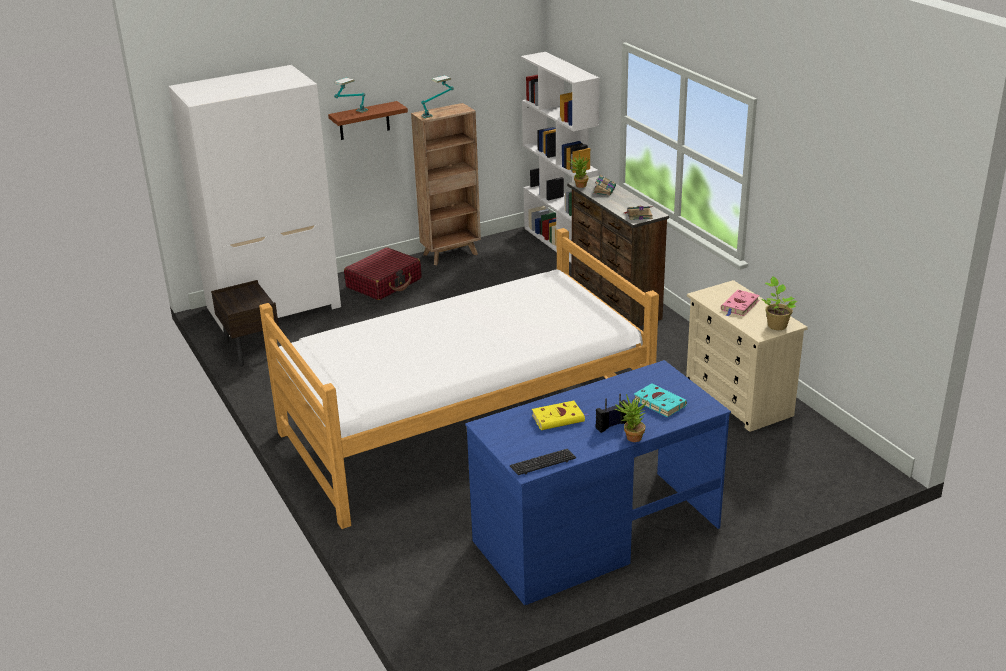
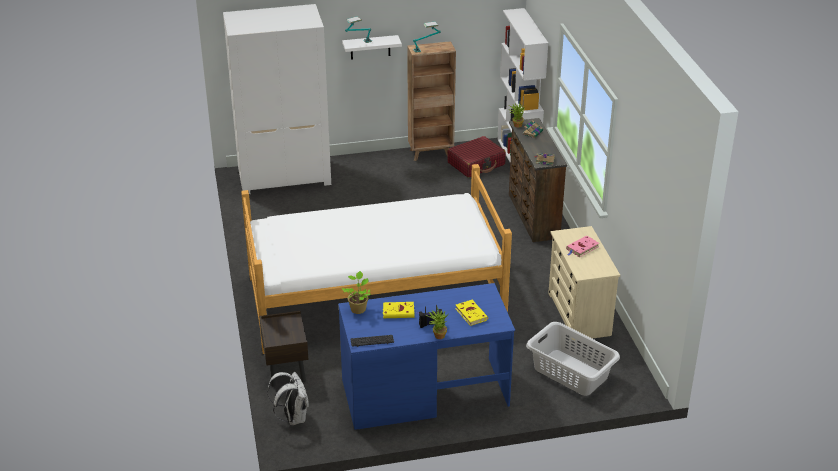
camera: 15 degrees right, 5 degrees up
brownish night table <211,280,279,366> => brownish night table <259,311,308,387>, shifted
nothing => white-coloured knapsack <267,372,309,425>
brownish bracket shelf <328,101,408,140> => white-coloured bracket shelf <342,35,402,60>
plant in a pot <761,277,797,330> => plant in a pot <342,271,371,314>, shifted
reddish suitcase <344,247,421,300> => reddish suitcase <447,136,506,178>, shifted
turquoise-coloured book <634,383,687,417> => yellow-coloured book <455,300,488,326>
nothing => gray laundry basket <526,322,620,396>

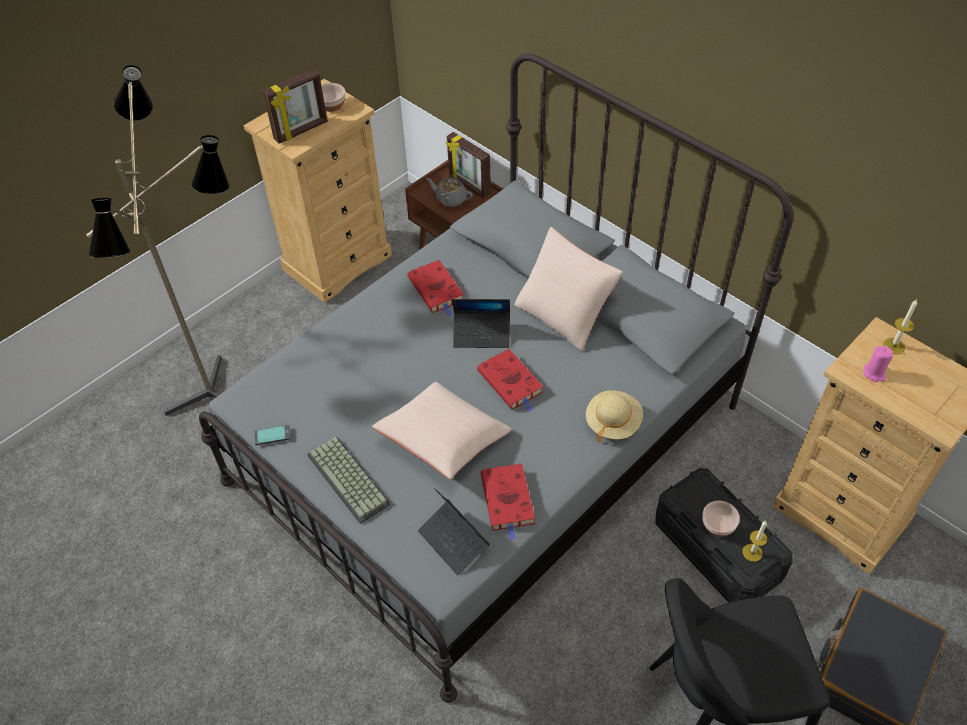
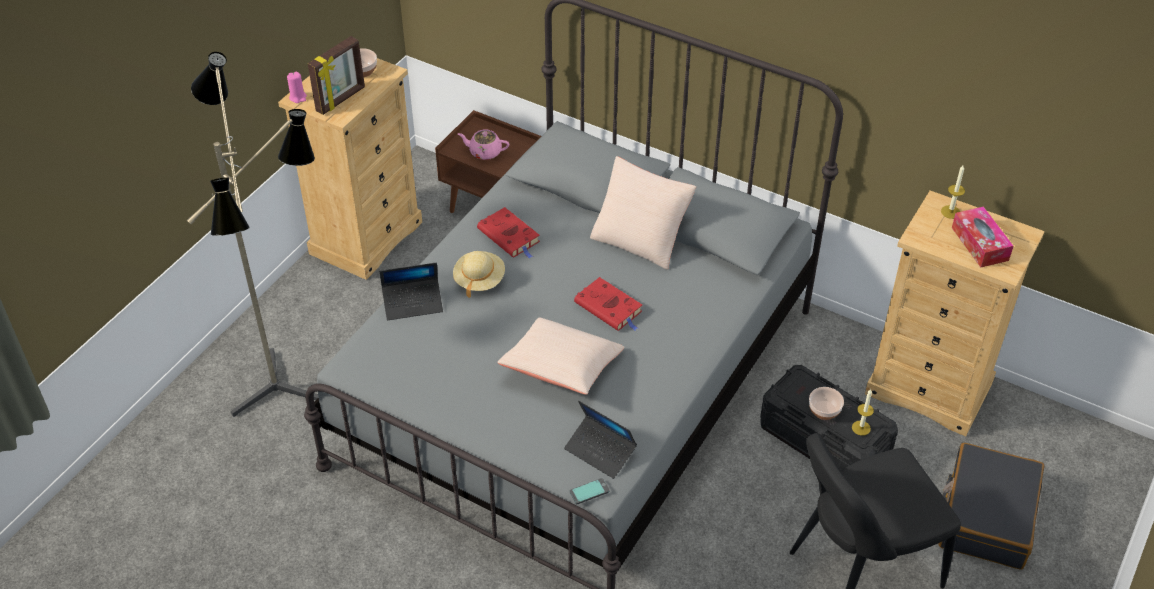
camera: 15 degrees left, 5 degrees down
pink wax candle <864,346,893,382> => pink wax candle <287,72,307,103>, shifted
notebook computer <452,299,510,348> => notebook computer <380,263,443,320>, shifted
beige clothing hat <586,390,643,443> => beige clothing hat <453,251,505,298>, shifted
gray tea pot <426,177,473,207> => pink tea pot <458,130,509,160>
handset <254,425,291,445> => handset <570,478,610,504>, shifted
nothing => tissue holder <952,206,1013,267>
PC keyboard <307,437,390,524> => nothing
picture frame <446,132,491,199> => nothing
reddish book <481,463,535,541> => nothing

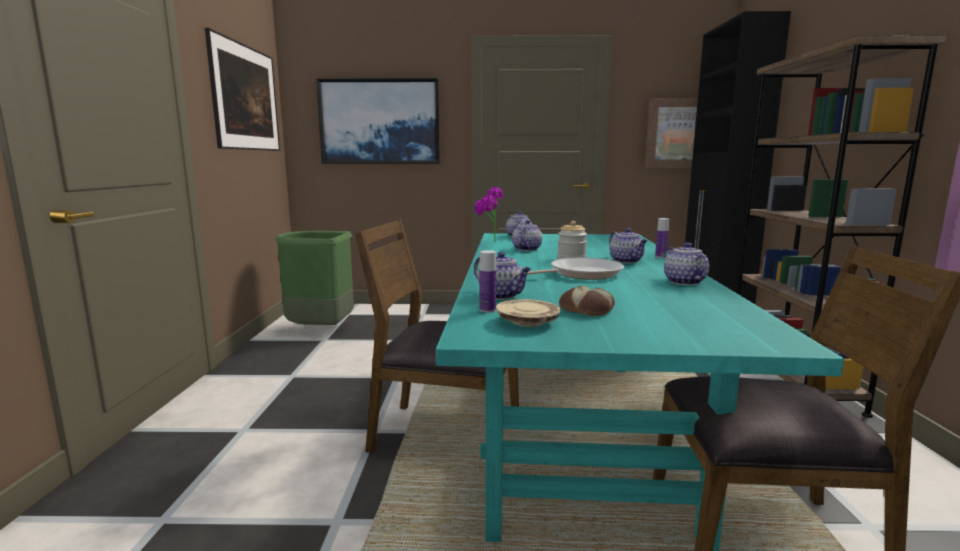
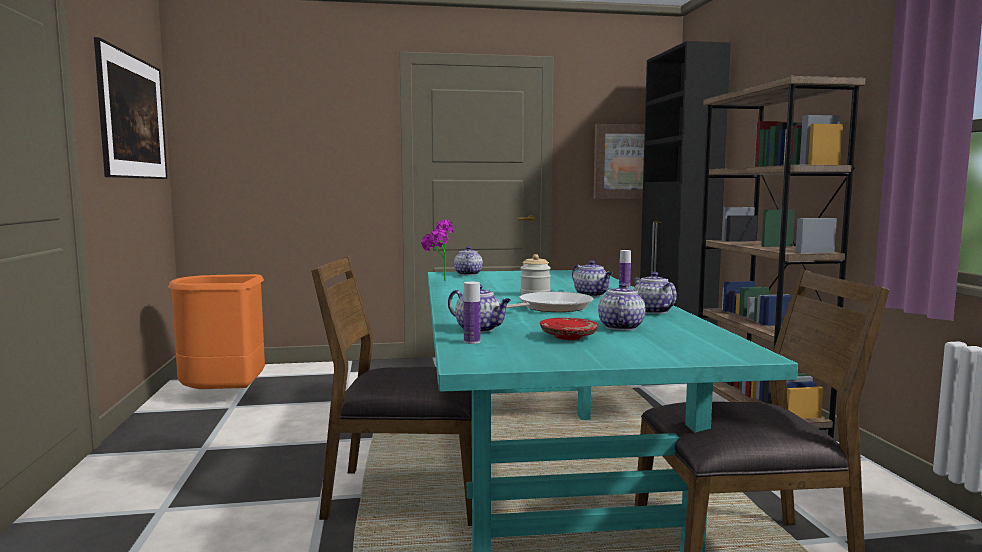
camera: 10 degrees left, 5 degrees down
greenish waste bin <275,231,354,325> => orange-coloured waste bin <168,274,265,389>
bread <559,286,615,316> => reddish dinner plate <540,318,598,340>
tea pot <512,220,542,251> => tea pot <598,283,645,330>, shifted
picture <316,78,440,164> => nothing
beige dinner plate <496,299,561,327> => nothing

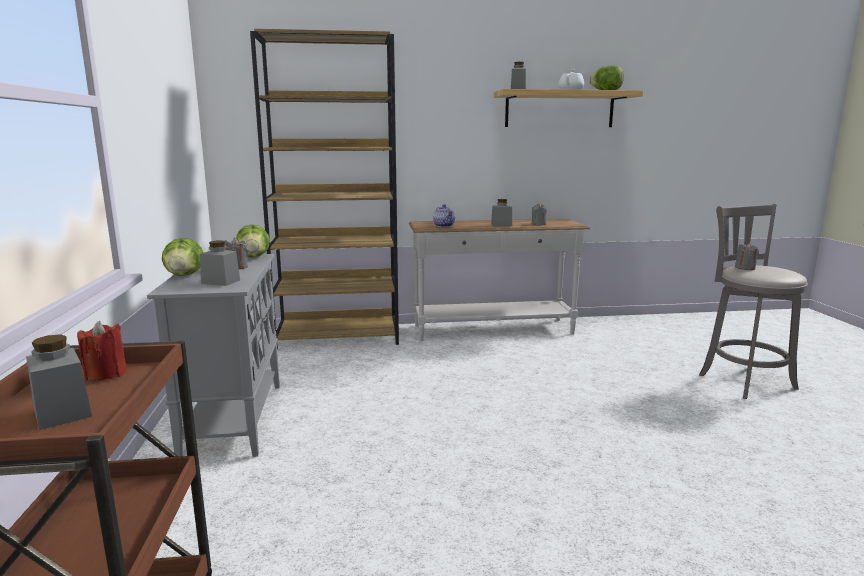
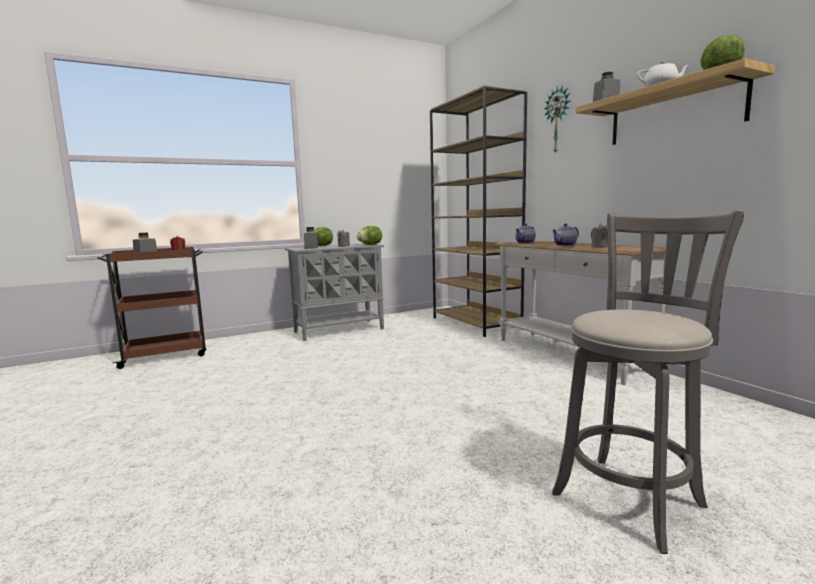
camera: 70 degrees right, 5 degrees down
nothing => clock on the wall <544,85,571,154>
gray jar <491,199,512,227> => tea pot <552,224,579,246>
gray wax candle <735,242,759,270> => nothing

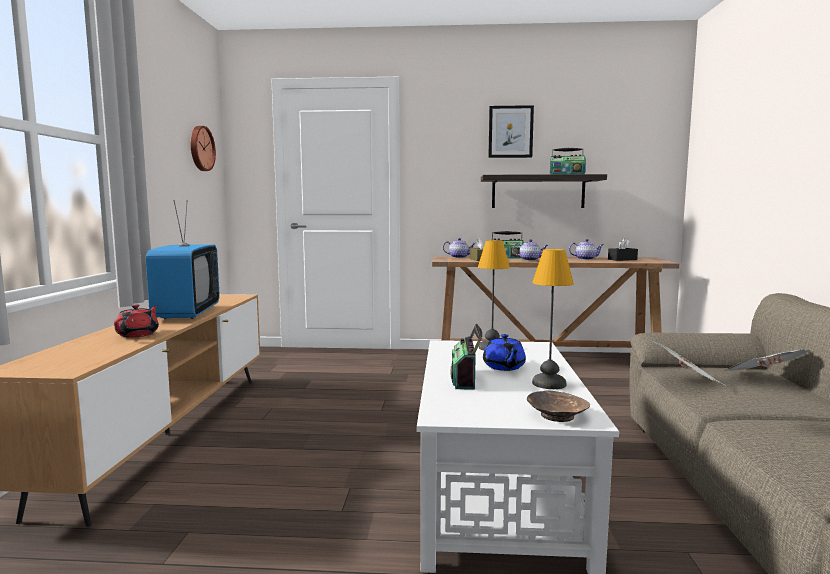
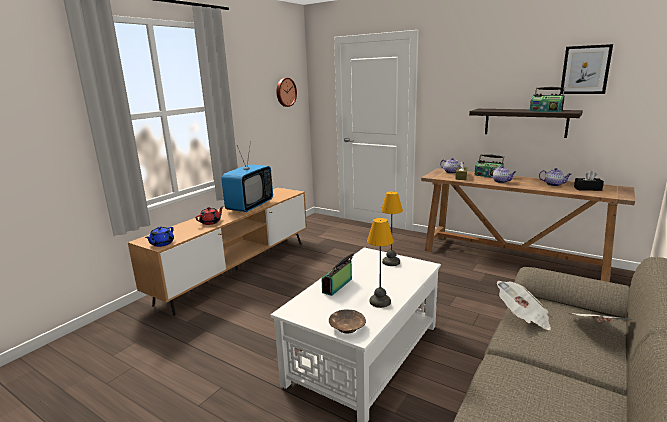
camera: 30 degrees right, 10 degrees up
blue-coloured tea pot <483,334,526,371> => blue-coloured tea pot <145,226,174,247>, shifted
picture <488,105,534,158> => picture <560,44,613,94>, shifted

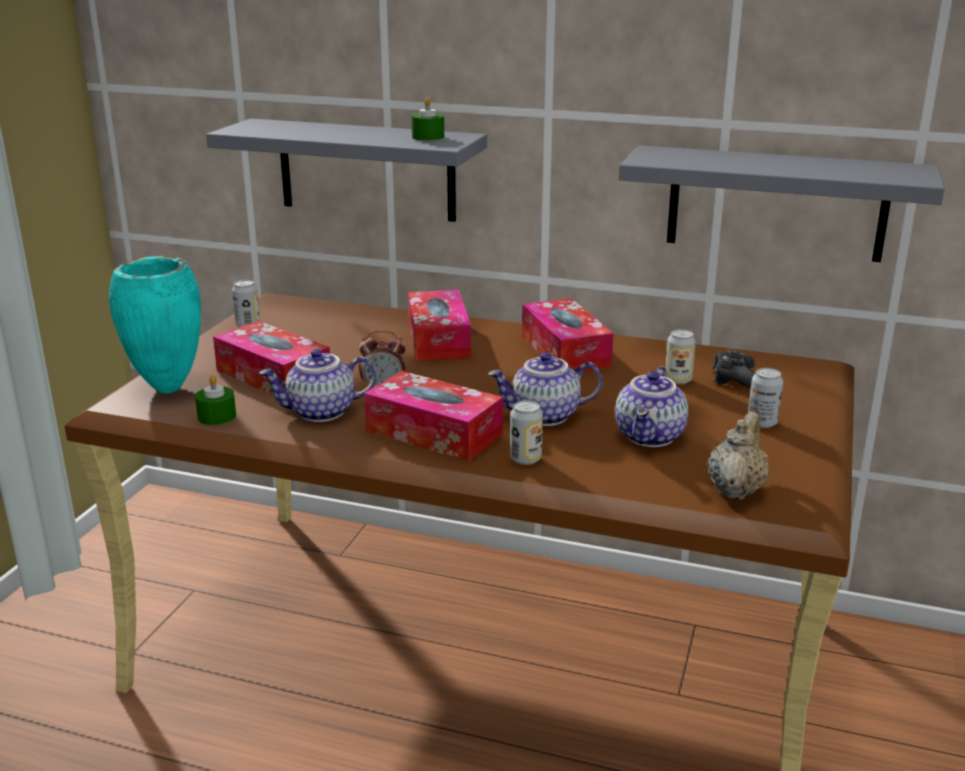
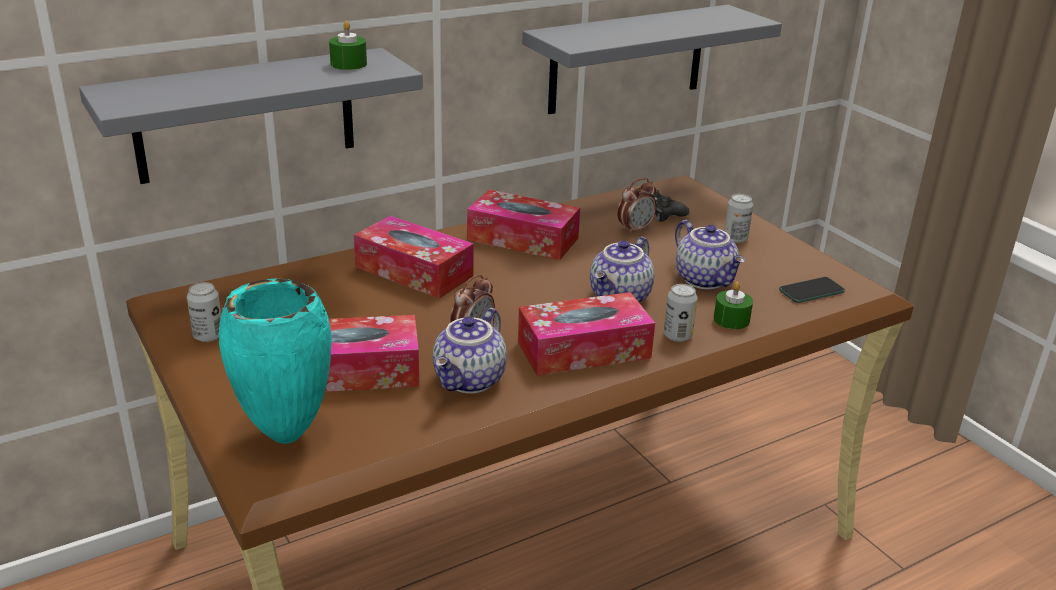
camera: 50 degrees left, 5 degrees up
can <665,329,696,385> => alarm clock <617,178,656,235>
greenish wax candle <195,375,236,425> => greenish wax candle <714,282,753,329>, shifted
beige tea pot <707,411,769,500> => handset <779,277,845,303>

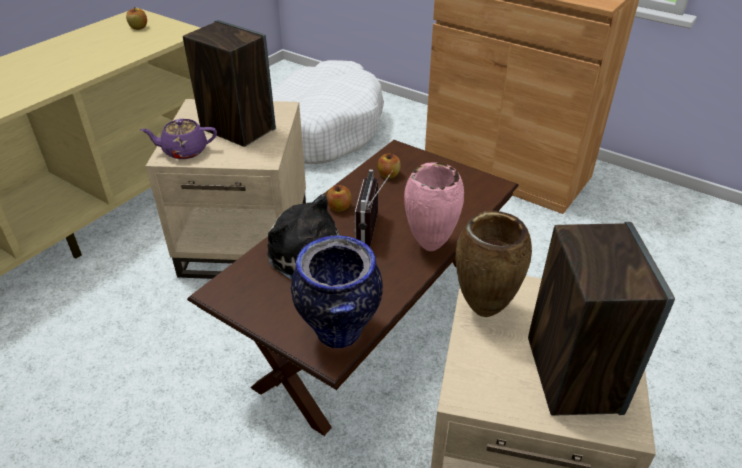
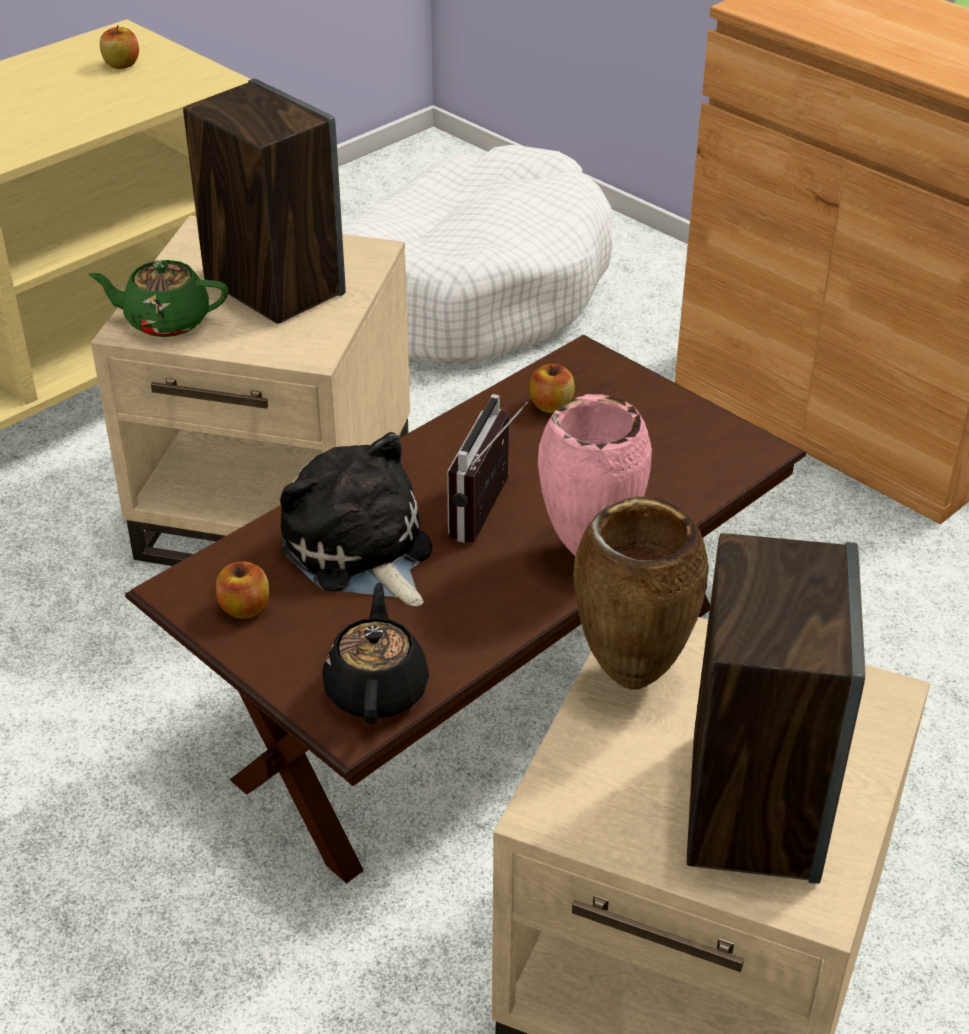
camera: 10 degrees right, 0 degrees up
purple-coloured tea pot <140,119,217,159> => greenish tea pot <88,260,228,337>
apple fruit <327,185,351,211> => apple fruit <216,562,269,618>, shifted
flower vase <291,235,383,348> => black-coloured tea pot <322,582,429,724>

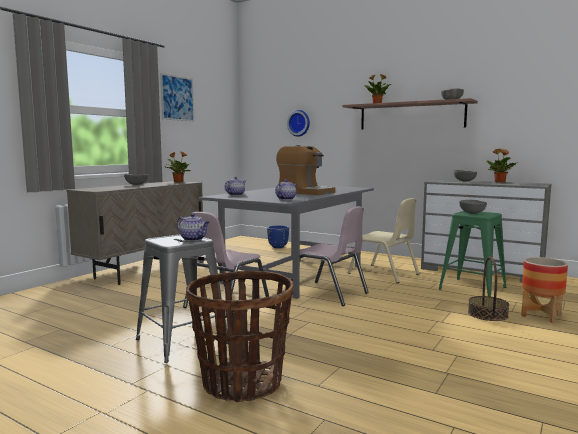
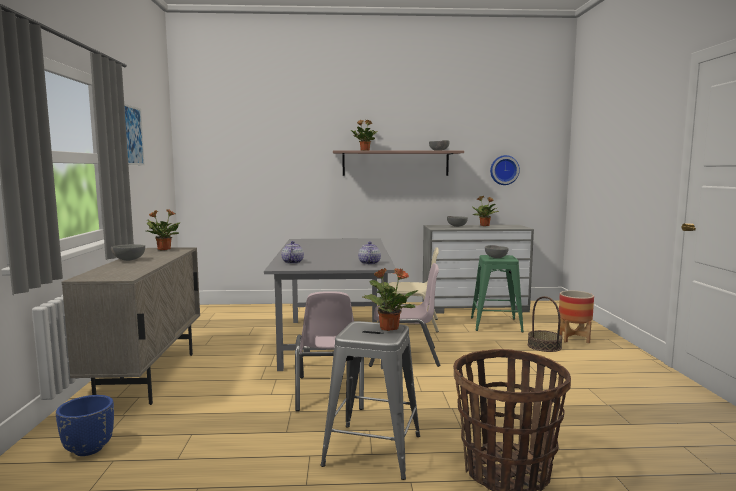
camera: 35 degrees left, 0 degrees up
blue-coloured flower pot <267,226,289,248> => blue-coloured flower pot <56,395,114,456>, shifted
tea pot <177,213,209,241> => plant in a pot <363,267,418,331>
clock on the wall <287,110,310,137> => clock on the wall <490,155,520,185>, shifted
coffee machine <276,145,335,195> => nothing

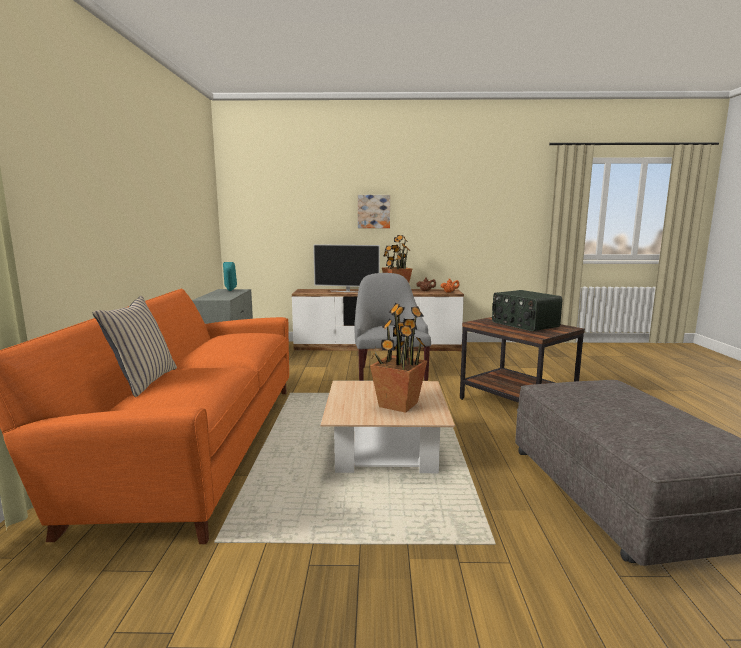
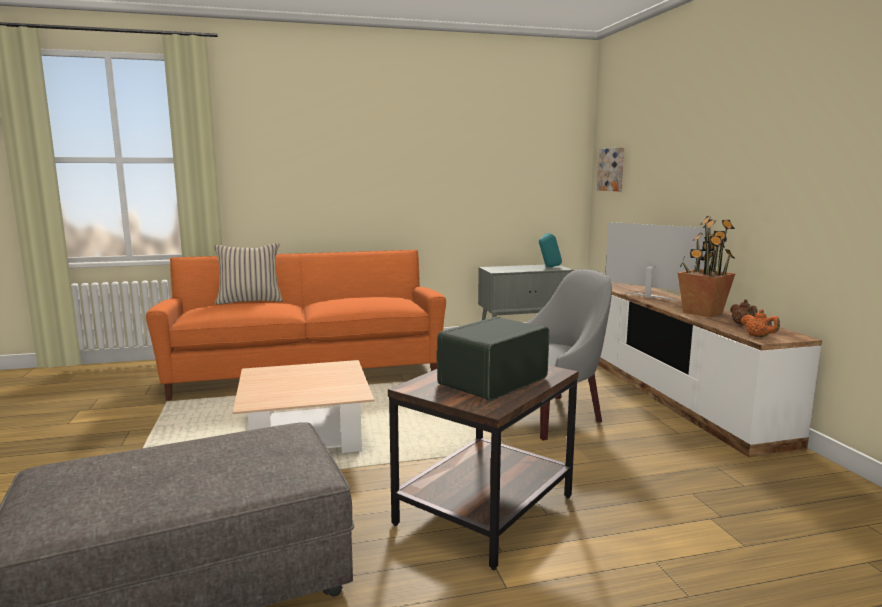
camera: 75 degrees right, 0 degrees up
picture <358,195,390,228> => picture <597,147,624,191>, shifted
TV set <313,244,380,292> => TV set <605,222,709,300>, 135 degrees clockwise
plant in a pot <370,303,427,413> => nothing

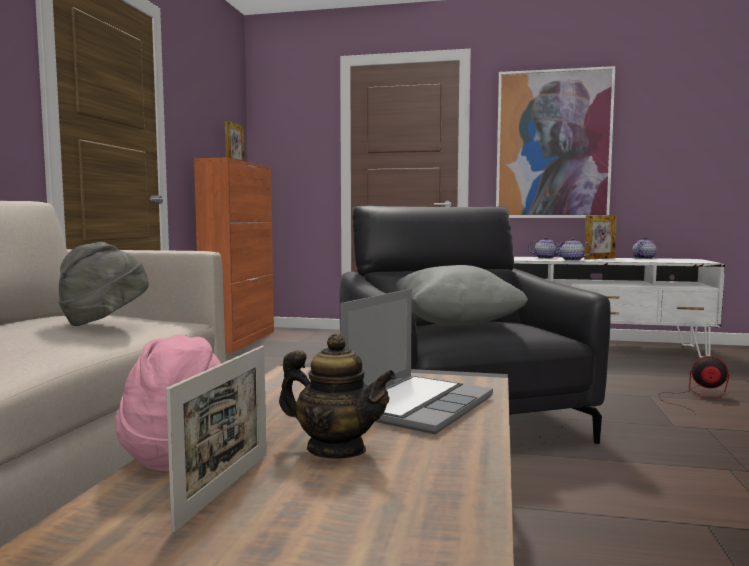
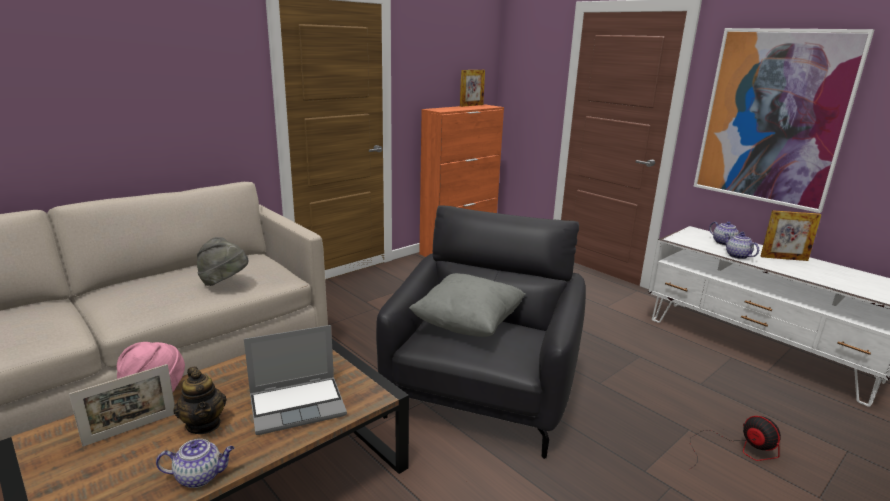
camera: 35 degrees right, 15 degrees up
tea pot <632,237,656,259> => tea pot <156,439,234,488>, shifted

